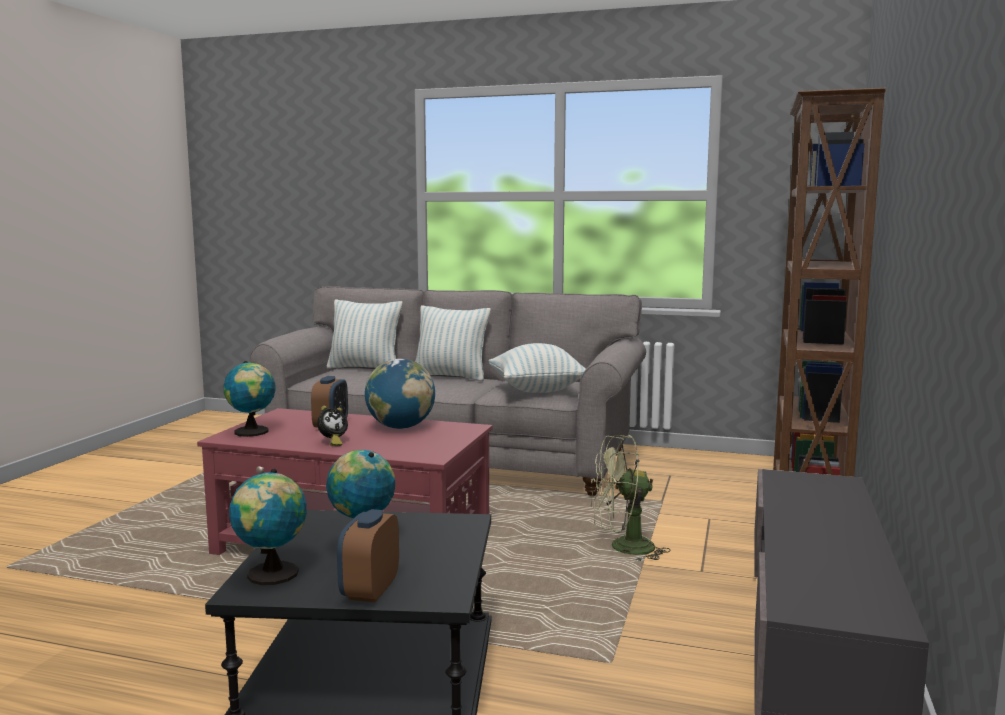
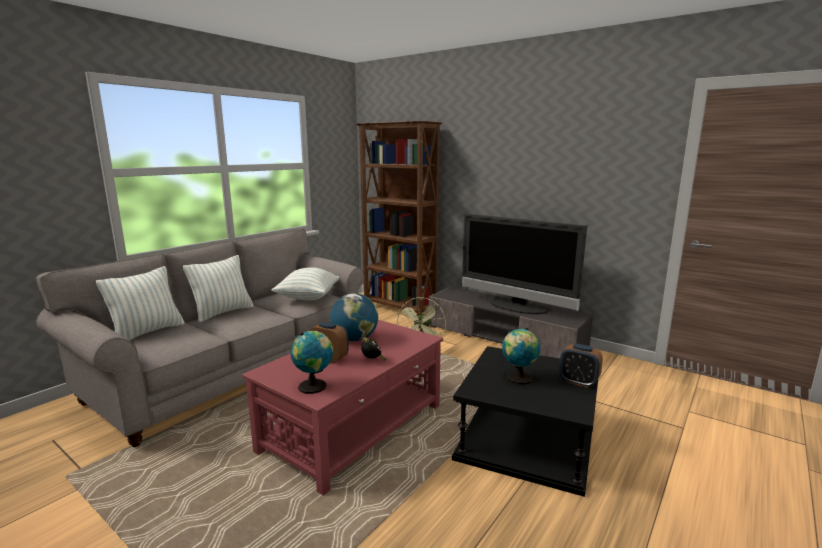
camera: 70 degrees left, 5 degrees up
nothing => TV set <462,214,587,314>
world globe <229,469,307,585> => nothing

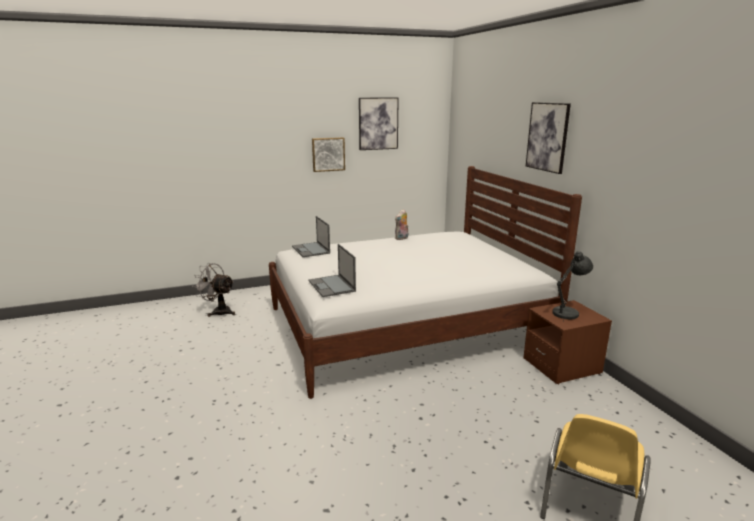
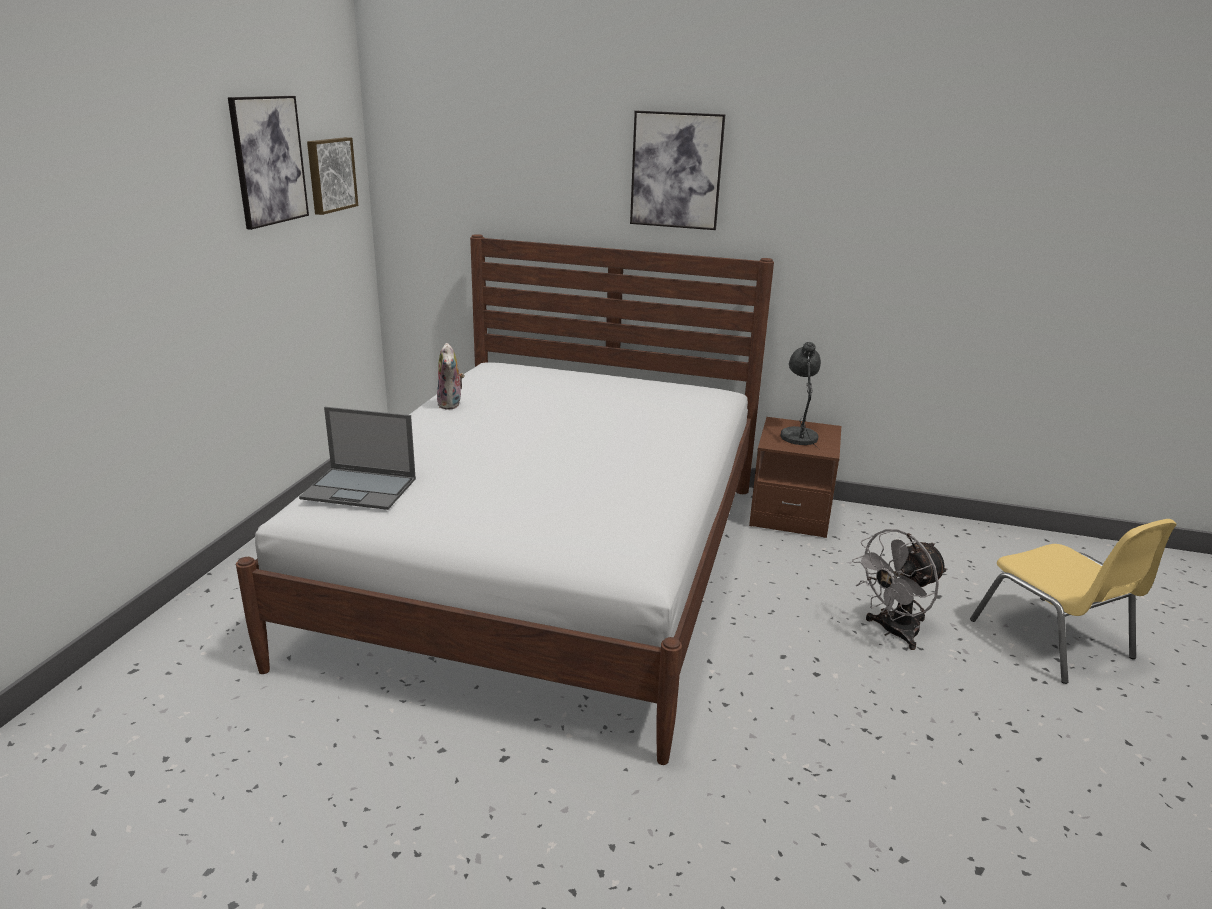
camera: 55 degrees left, 5 degrees up
picture <312,137,345,172> => picture <307,137,358,215>, shifted
gray fan <192,263,235,317> => gray fan <852,529,947,650>, shifted
notebook computer <308,244,356,297> => nothing

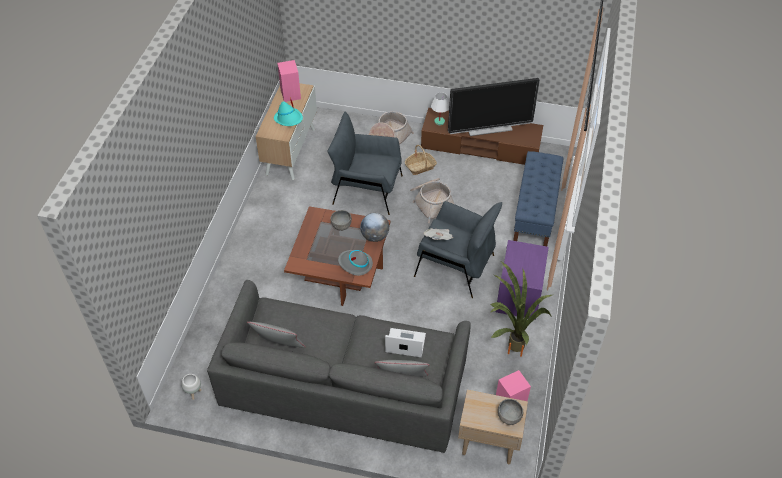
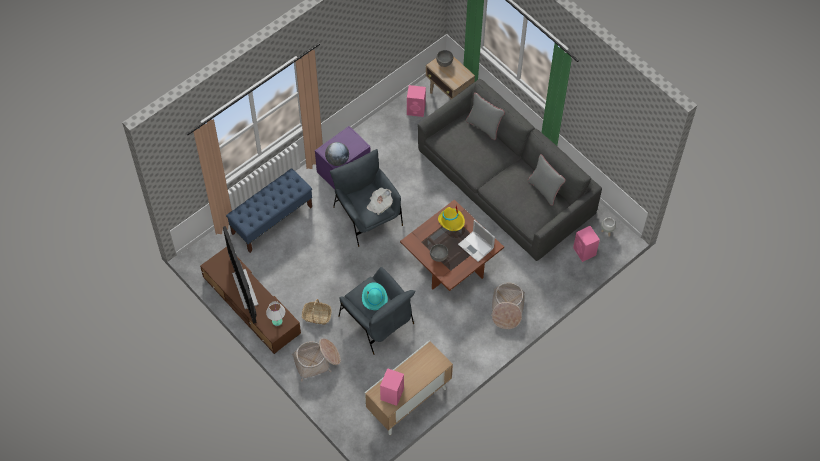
camera: 145 degrees left, 10 degrees up
TV set <448,78,540,136> => TV set <223,226,259,324>, 135 degrees counterclockwise
world globe <360,213,389,242> => world globe <325,142,349,166>, shifted
turquoise-coloured clothing hat <274,97,303,126> => turquoise-coloured clothing hat <362,282,388,310>, shifted
gray clothing hat <338,250,373,276> => yellow-coloured clothing hat <438,205,465,231>
notebook computer <385,328,426,357> => notebook computer <458,220,495,262>, shifted
basket <410,178,454,223> => basket <491,282,525,329>, shifted
nothing => pink audio speaker <573,226,600,262>
plant in a pot <490,262,552,357> => nothing

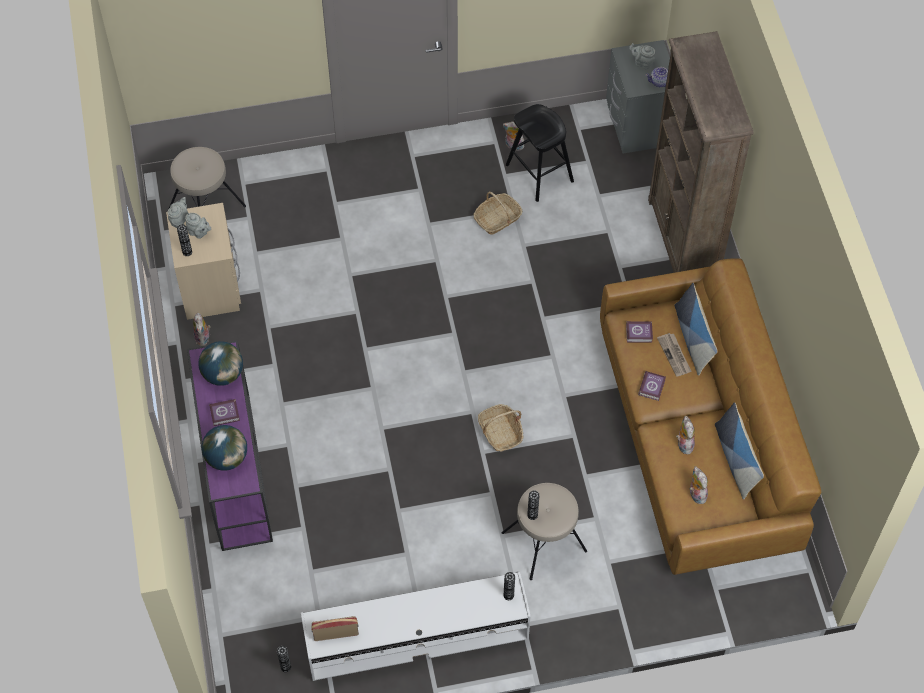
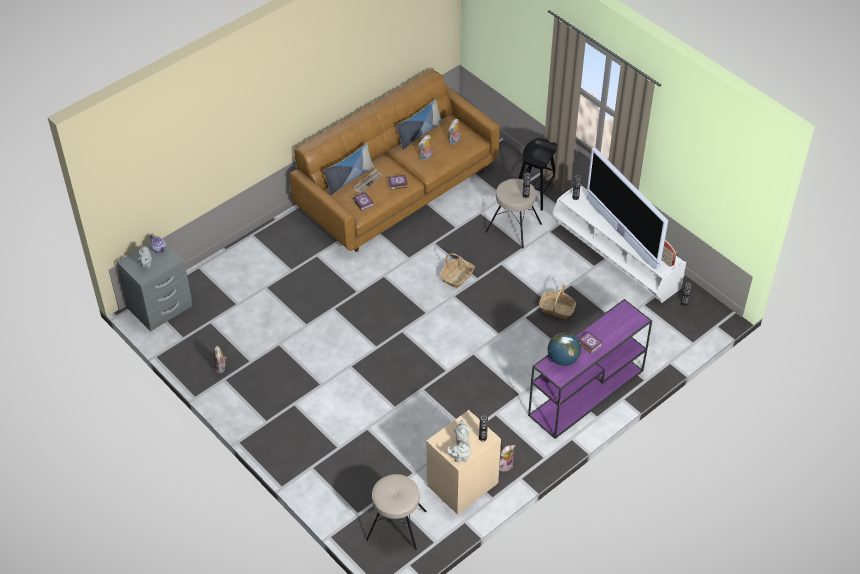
camera: 120 degrees left, 10 degrees down
black-coloured stool seat <506,104,574,202> => black-coloured stool seat <518,138,557,211>, shifted
basket <473,192,522,235> => basket <539,284,576,319>, shifted
nothing => TV set <587,147,668,269>
world globe <202,425,247,471> => nothing
brownish bookcase <648,31,754,273> => nothing

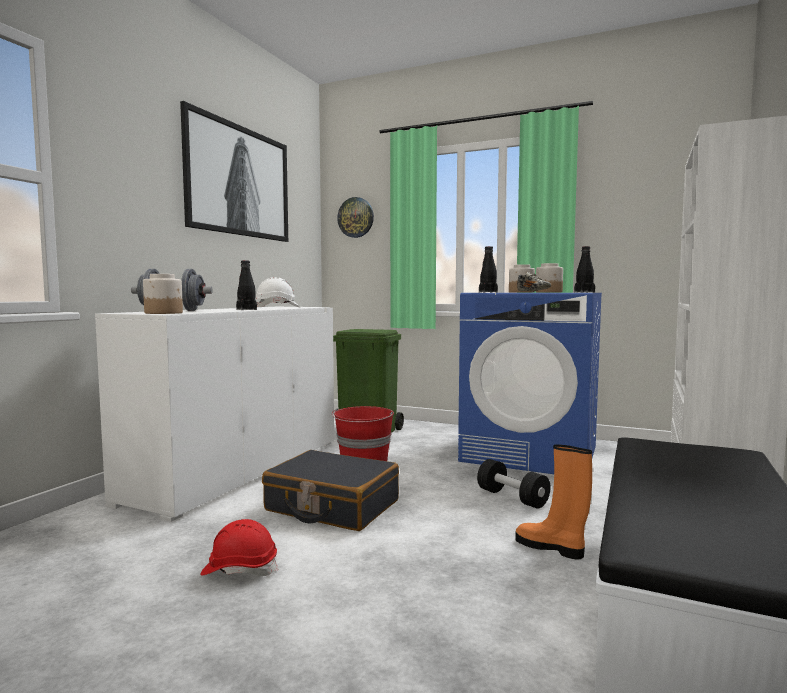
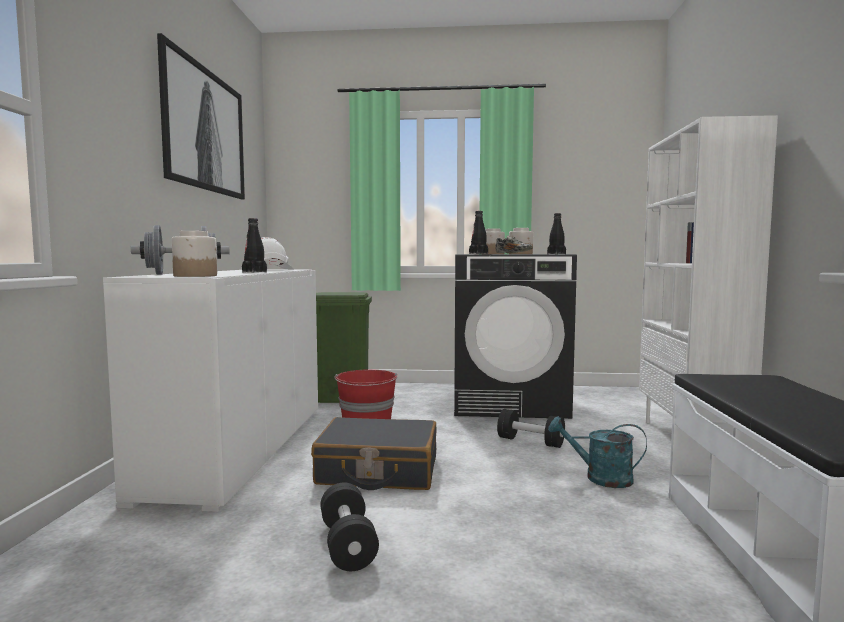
camera: 20 degrees left, 0 degrees up
reddish work helmet <200,519,278,576> => black-coloured free weight <321,482,379,571>
blue-coloured washing machine <458,293,602,474> => black-coloured washing machine <454,254,577,419>
orange-coloured boot <515,444,592,560> => turquoise-coloured watering can <548,416,647,488>
clock on the wall <337,197,374,238> => nothing

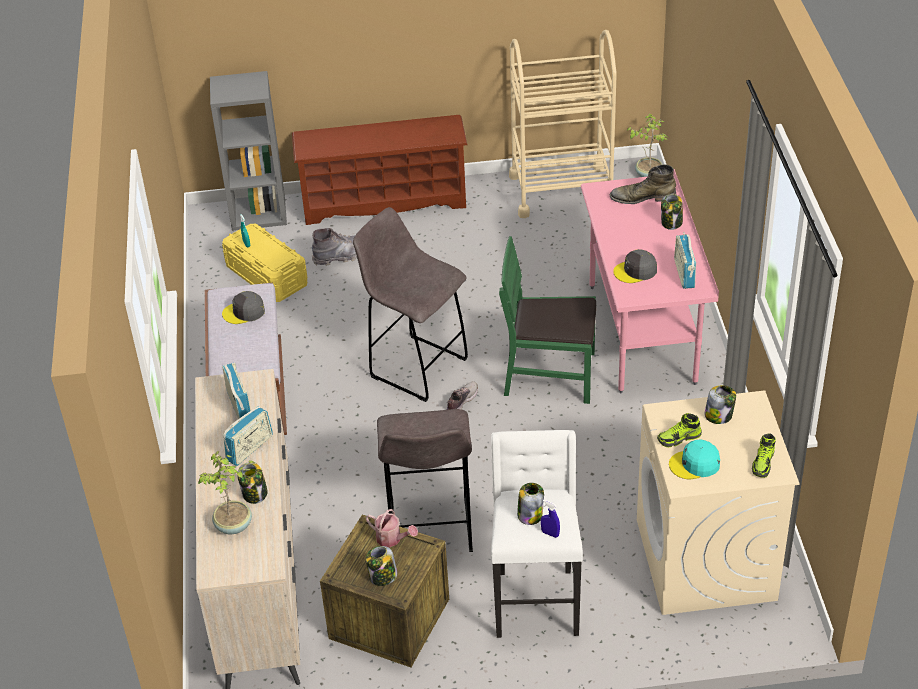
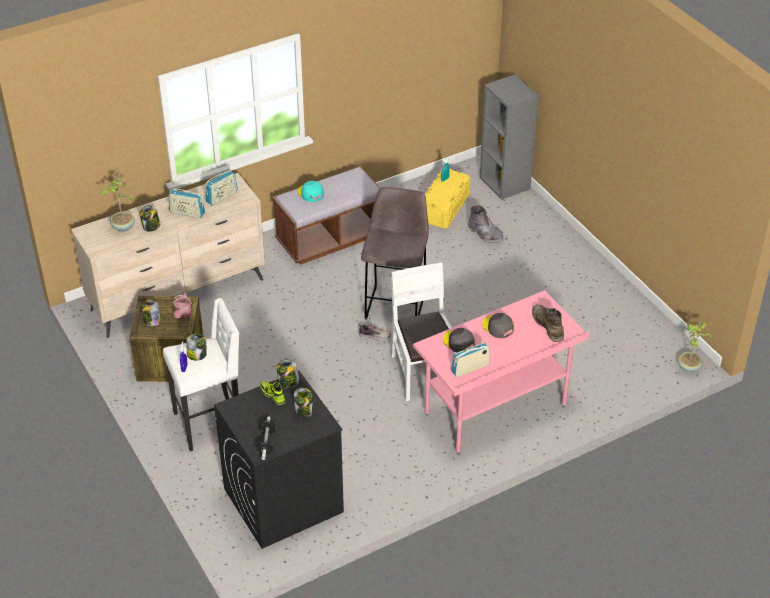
camera: 65 degrees right, 0 degrees up
beige washing machine <637,390,800,615> => black-coloured washing machine <214,371,344,549>
item of footwear <752,433,776,478> => free weight <256,417,276,460>
jar <661,194,683,230> => jar <277,359,299,388>, shifted
turquoise-coloured baseball cap <669,439,720,479> => turquoise-coloured baseball cap <298,181,324,202>, shifted
greenish plain chair <499,236,596,404> => white-coloured plain chair <391,263,452,401>
gray baseball cap <222,291,265,324> => gray baseball cap <482,313,514,338>, shifted
brownish shoe rack <292,115,467,225> => nothing
gray stool seat <377,409,473,552> => nothing
beige trolley <509,30,617,218> => nothing

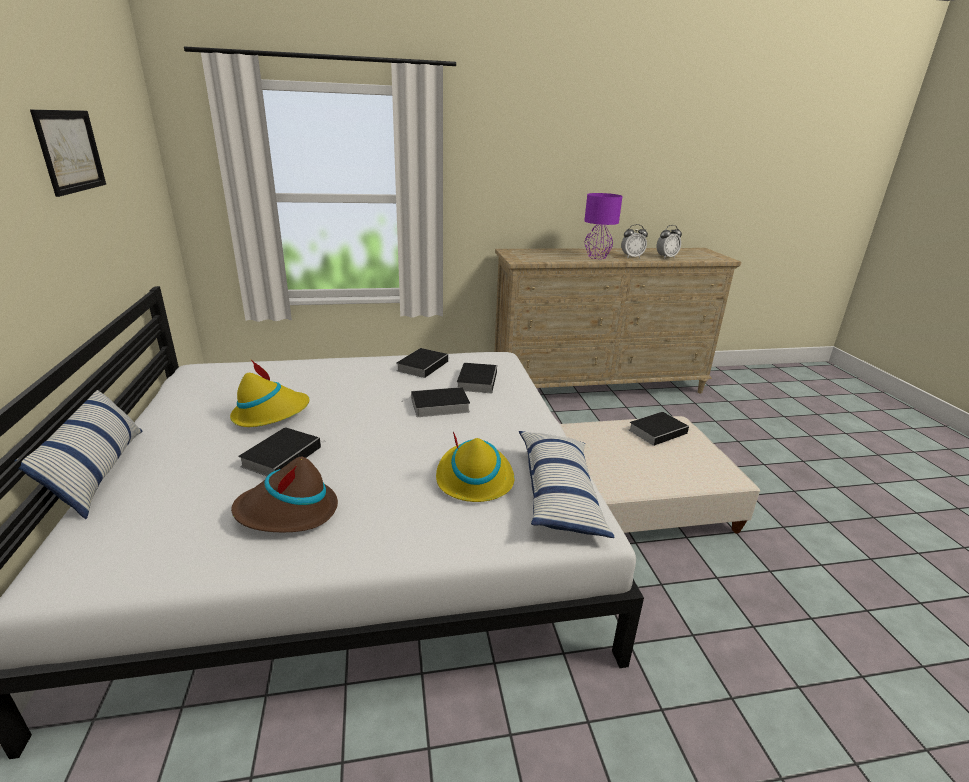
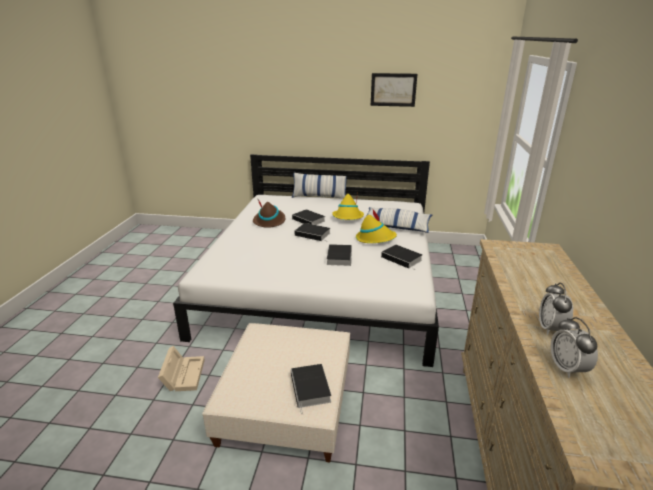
camera: 110 degrees right, 0 degrees up
nothing => beige storage container <158,346,205,391>
book <457,363,497,393> => book <295,223,330,241>, shifted
yellow-coloured clothing hat <436,432,514,502> => yellow-coloured clothing hat <356,208,397,243>, shifted
pillow <519,431,615,538> => pillow <367,207,432,233>, shifted
purple-coloured tabletop lamp <584,193,623,259> => nothing

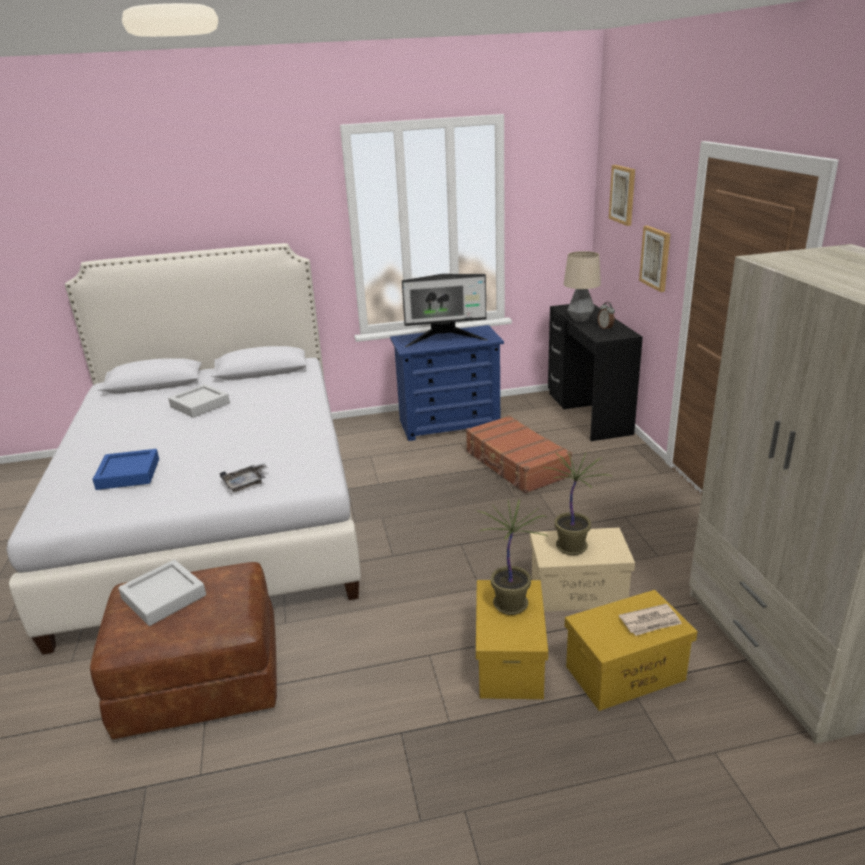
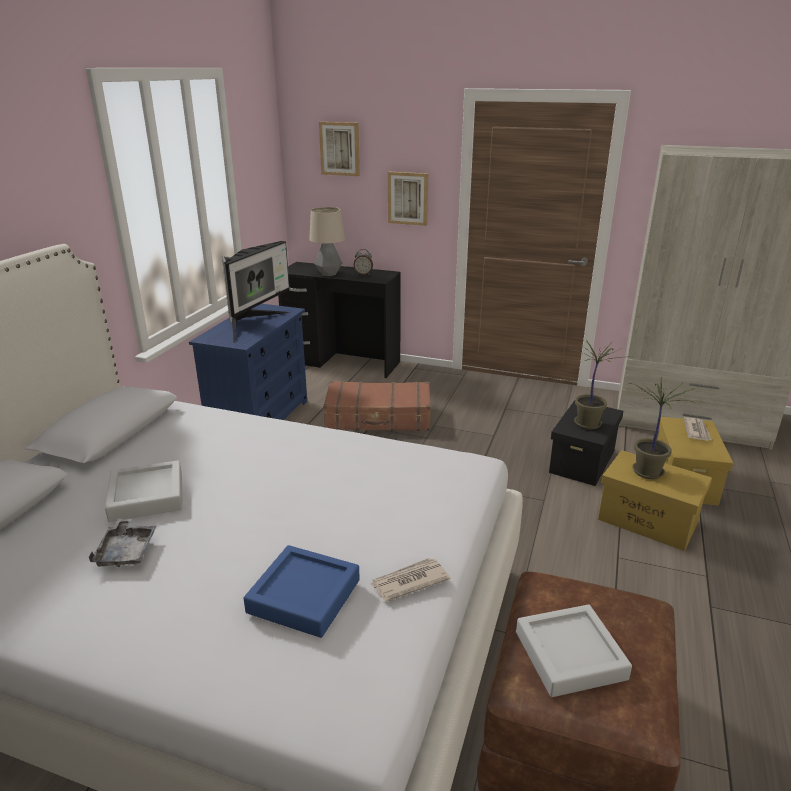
camera: 60 degrees left, 0 degrees up
gray serving tray <220,463,268,492> => gray serving tray <88,518,157,567>, shifted
nothing => printed paper <370,558,450,601>
beige storage container <530,527,635,612> => black-coloured storage container <549,400,623,486>

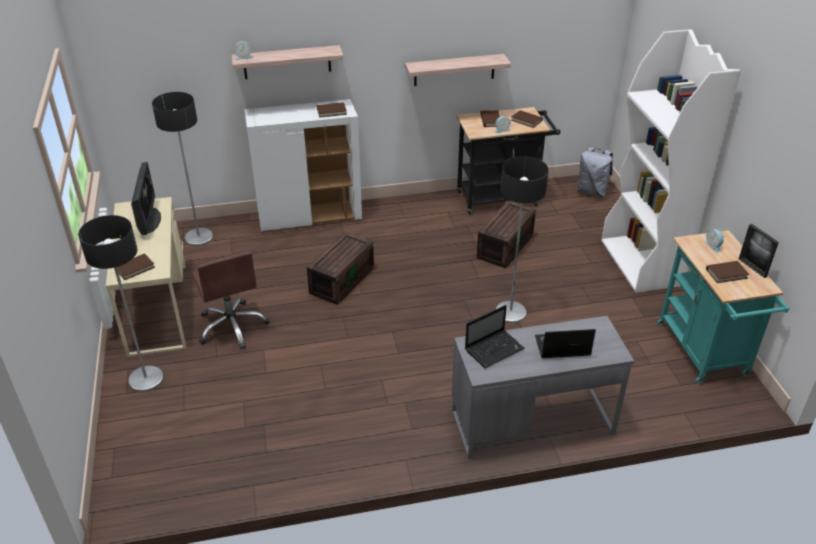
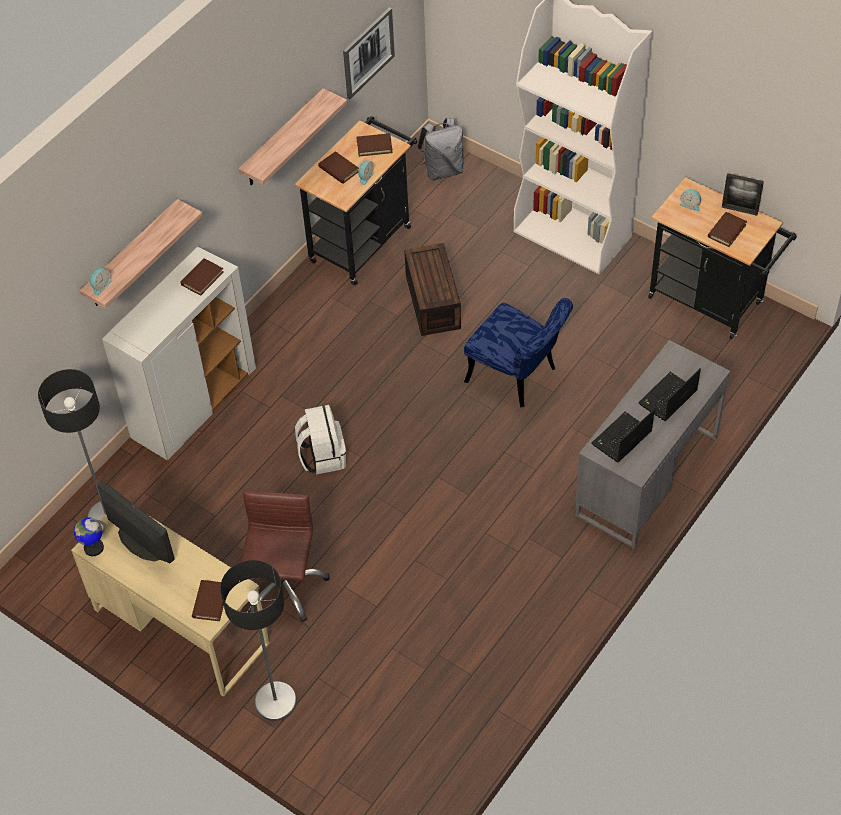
camera: 40 degrees left, 15 degrees up
nothing => world globe <74,517,106,556>
brownish computer chair <192,251,269,349> => brownish computer chair <241,490,330,622>, 105 degrees counterclockwise
brownish storage container <307,232,374,305> => white-coloured knapsack <295,405,346,474>
nothing => picture <343,7,395,99>
standing lamp <495,156,549,323> => blue-coloured plain chair <464,298,573,407>
notebook computer <465,305,524,368> => notebook computer <592,409,655,463>, 150 degrees counterclockwise
turquoise-coloured trolley <657,230,790,383> => black-coloured trolley <648,177,797,339>

